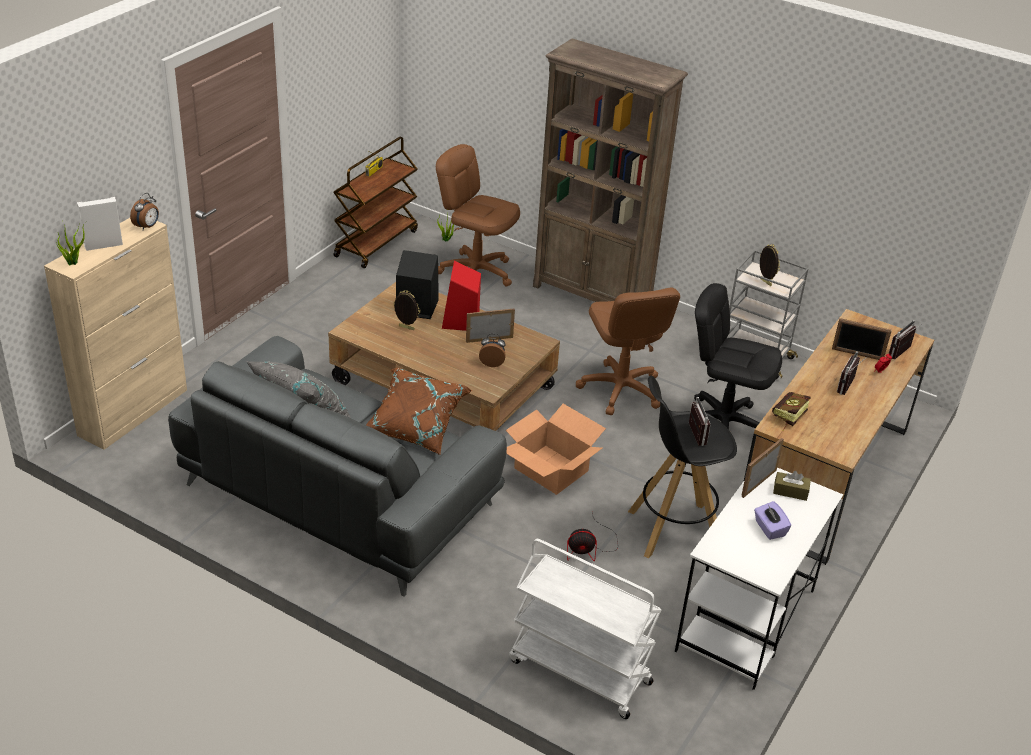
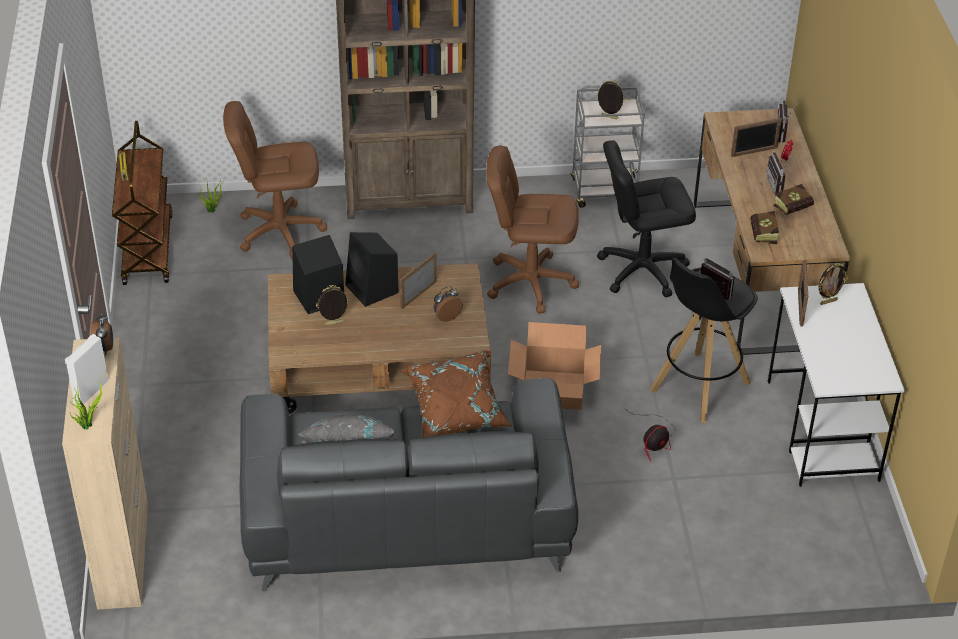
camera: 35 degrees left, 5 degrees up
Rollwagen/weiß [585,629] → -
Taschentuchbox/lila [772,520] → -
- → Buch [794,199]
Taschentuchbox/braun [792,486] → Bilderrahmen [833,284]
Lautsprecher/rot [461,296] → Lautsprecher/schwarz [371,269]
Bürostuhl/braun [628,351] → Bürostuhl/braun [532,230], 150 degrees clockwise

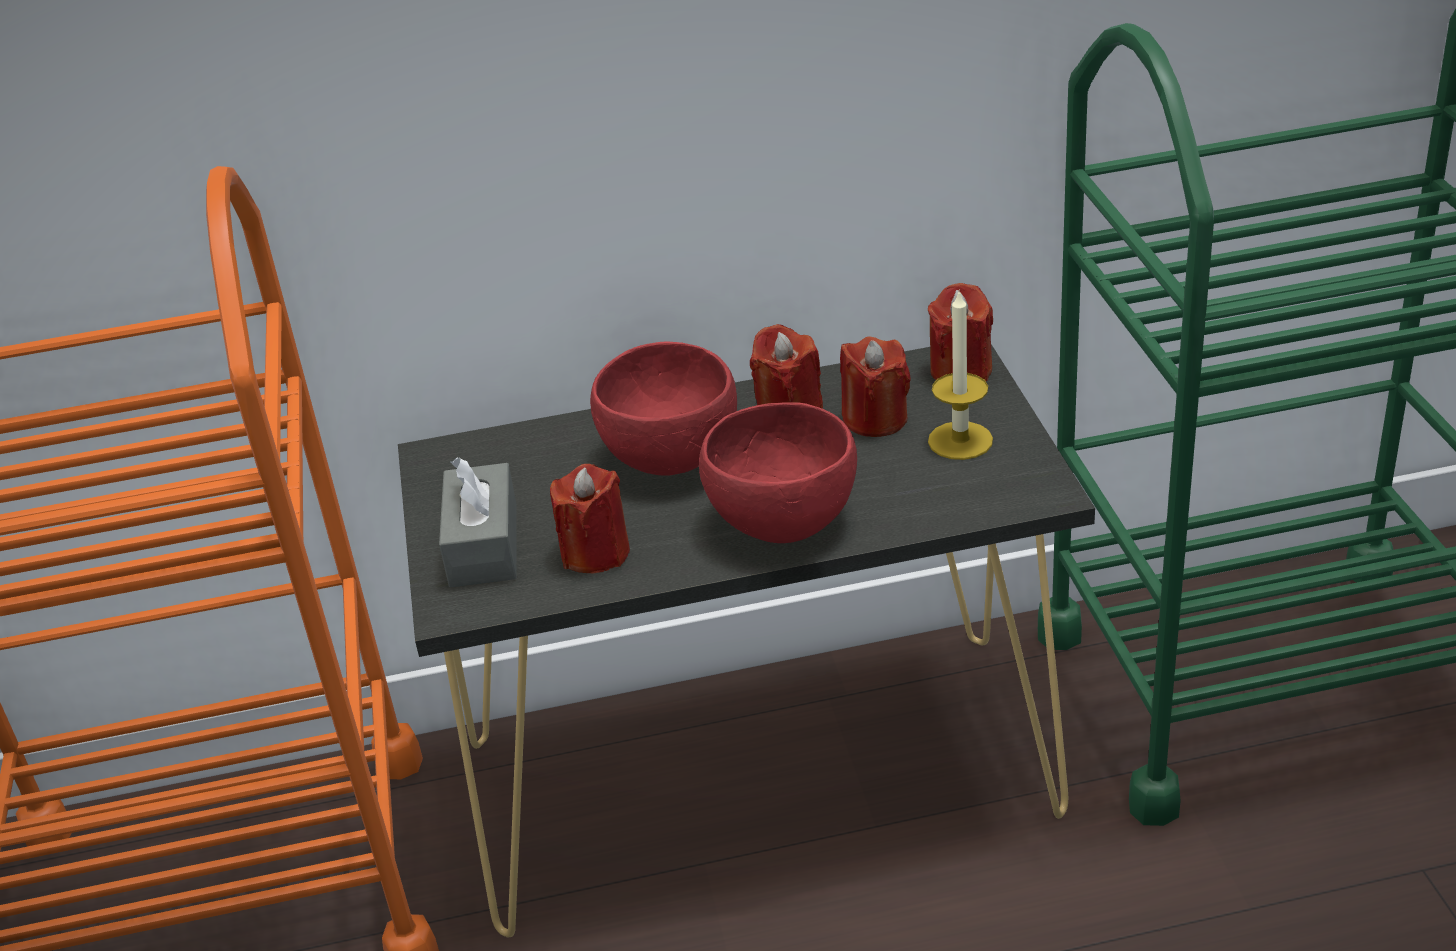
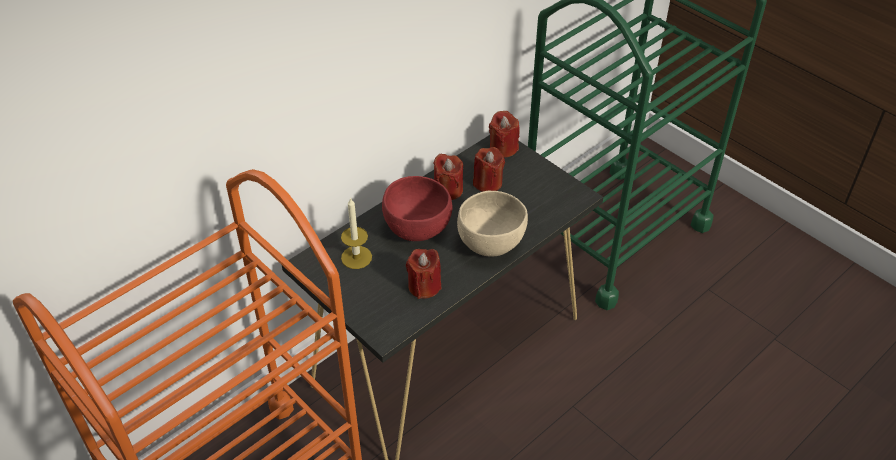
camera: 35 degrees left, 10 degrees up
Taschentuchbox/grau [478,522] → -
Kerze [960,374] → Kerze [356,233], shifted
Schüssel/rot [778,472] → Schüssel/beige [492,224]

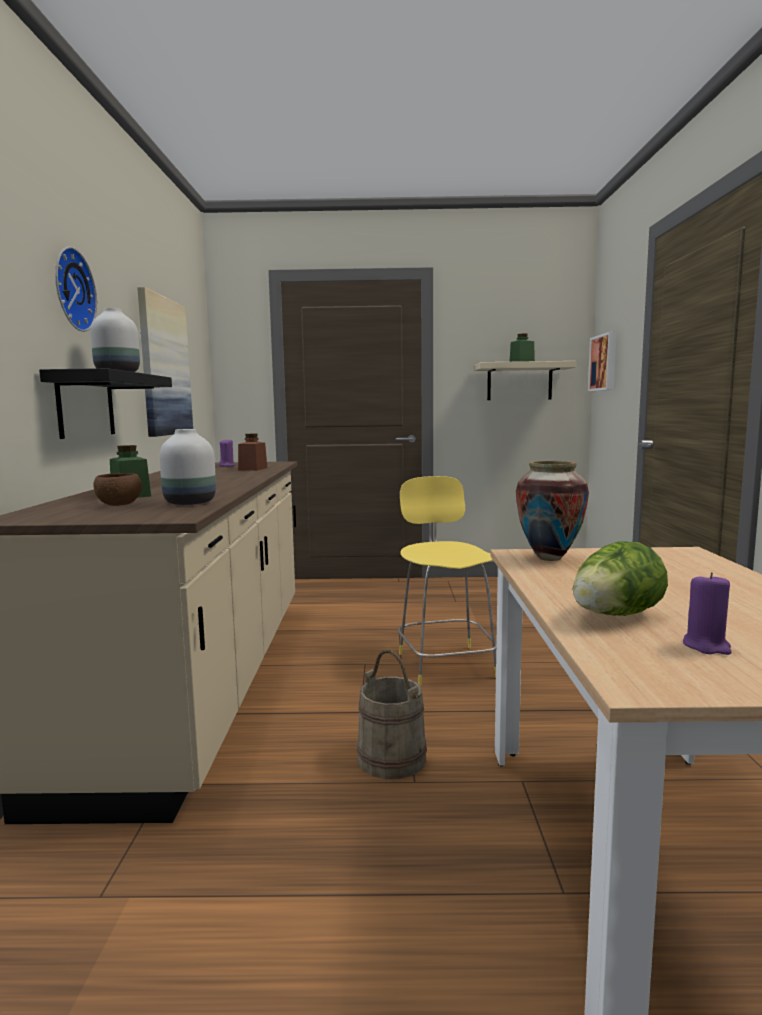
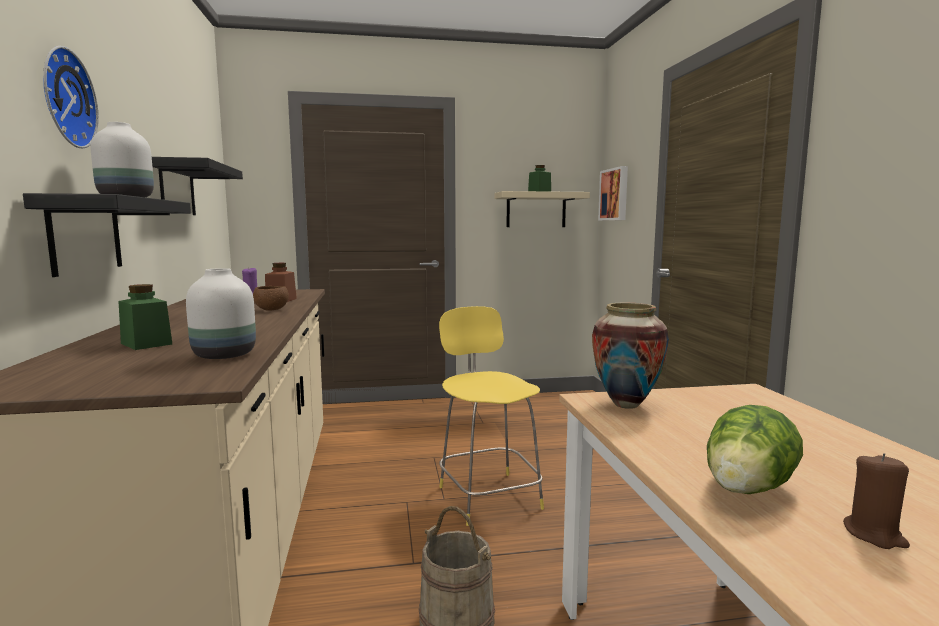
camera: 10 degrees left, 0 degrees up
Schüssel/braun [117,489] → Schüssel/braun [271,298], shifted
Bild [165,362] → Wandregal/schwarz [197,186]
Kerze/lila [707,613] → Kerze/braun [876,501]

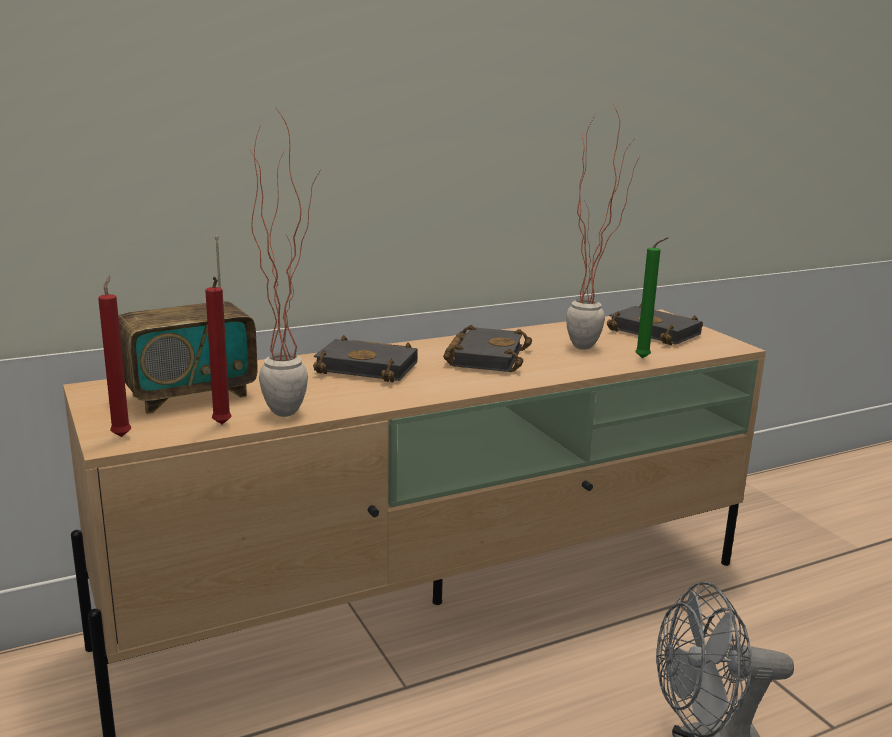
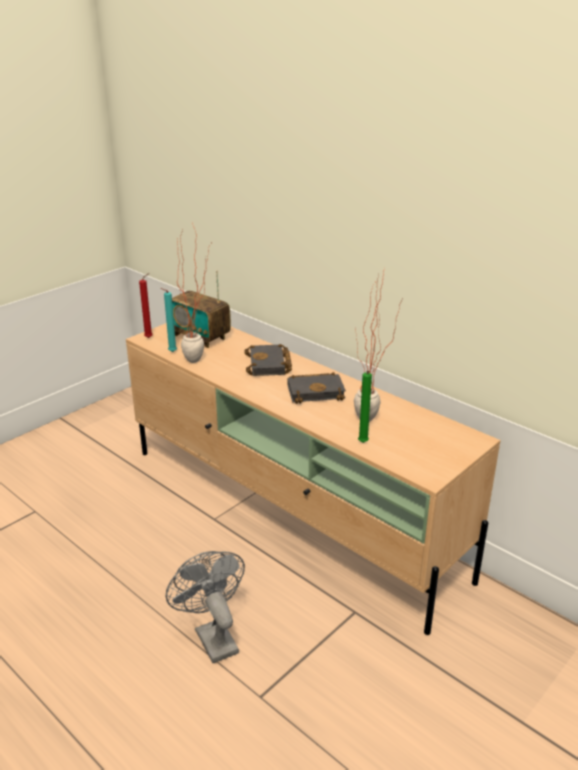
camera: 70 degrees right, 10 degrees up
Buch/schwarz [655,324] → -
Kerze/rot [218,350] → Kerze/türkis [168,320]

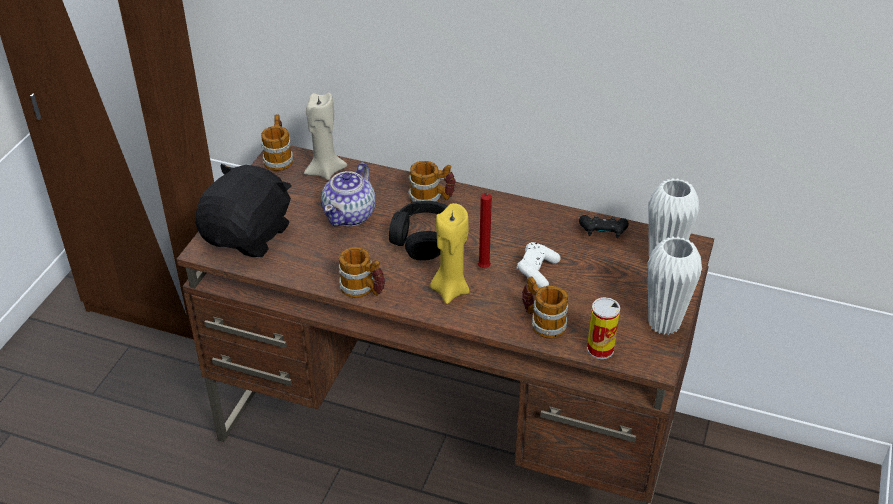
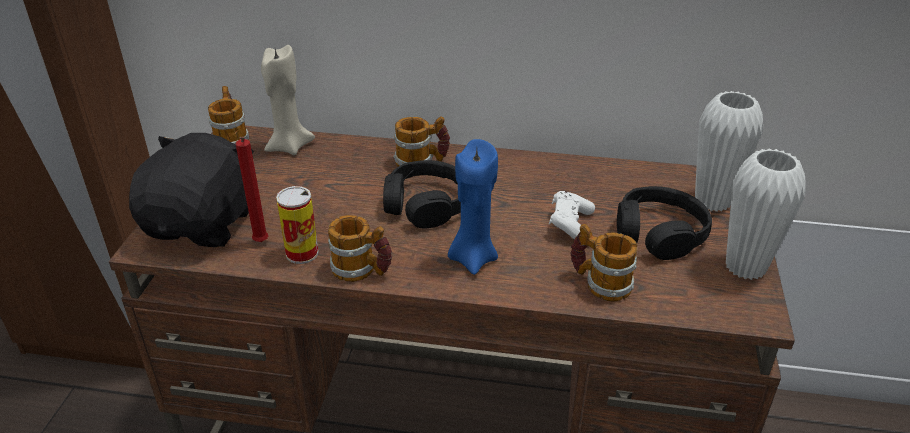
camera: 10 degrees left, 5 degrees down
Teekanne [348,194] → -
Gamepad/schwarz [604,226] → -
- → Kopfhörer/schwarz [664,223]
Kerze/rot [485,230] → Kerze/rot [251,189], shifted
Dose [603,328] → Dose [297,225], shifted
Kerze/gelb [450,253] → Kerze/blau [473,207]

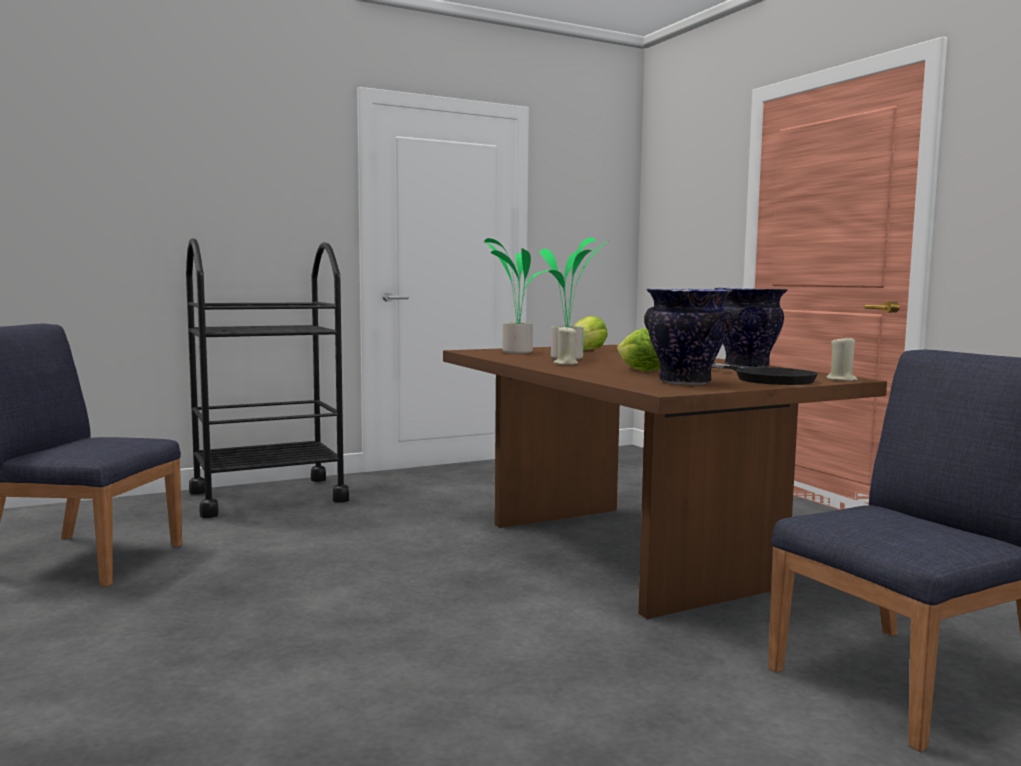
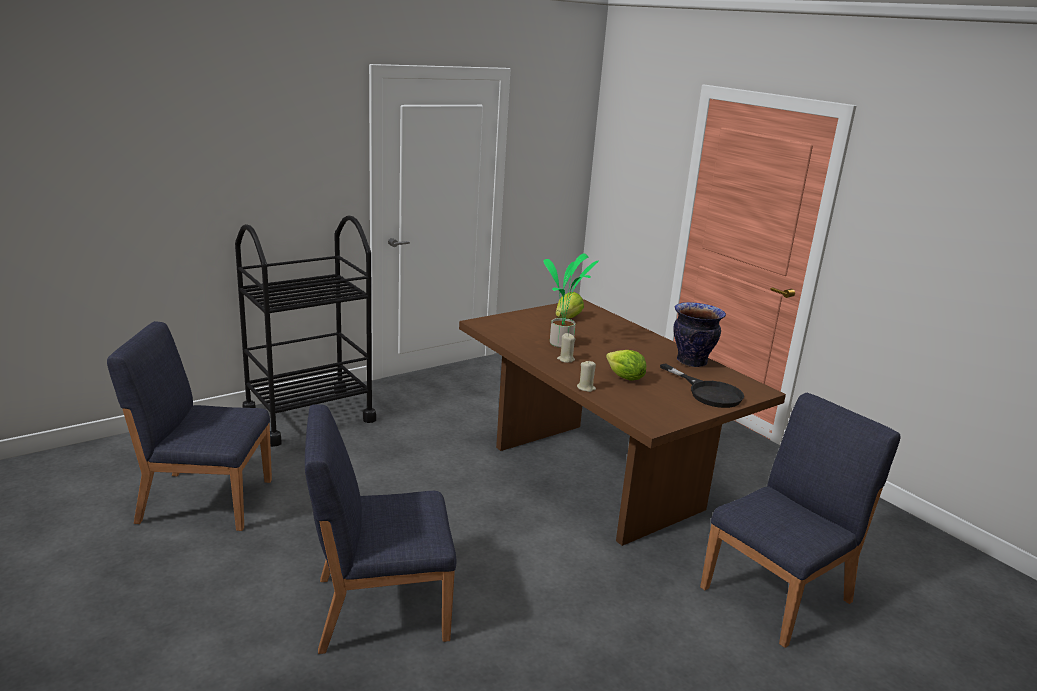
camera: 10 degrees left, 15 degrees up
Topfpflanze [516,296] → -
Vase [688,337] → -
- → Stuhl/blau [380,529]
Kerze/beige [842,358] → Kerze/beige [586,376], shifted

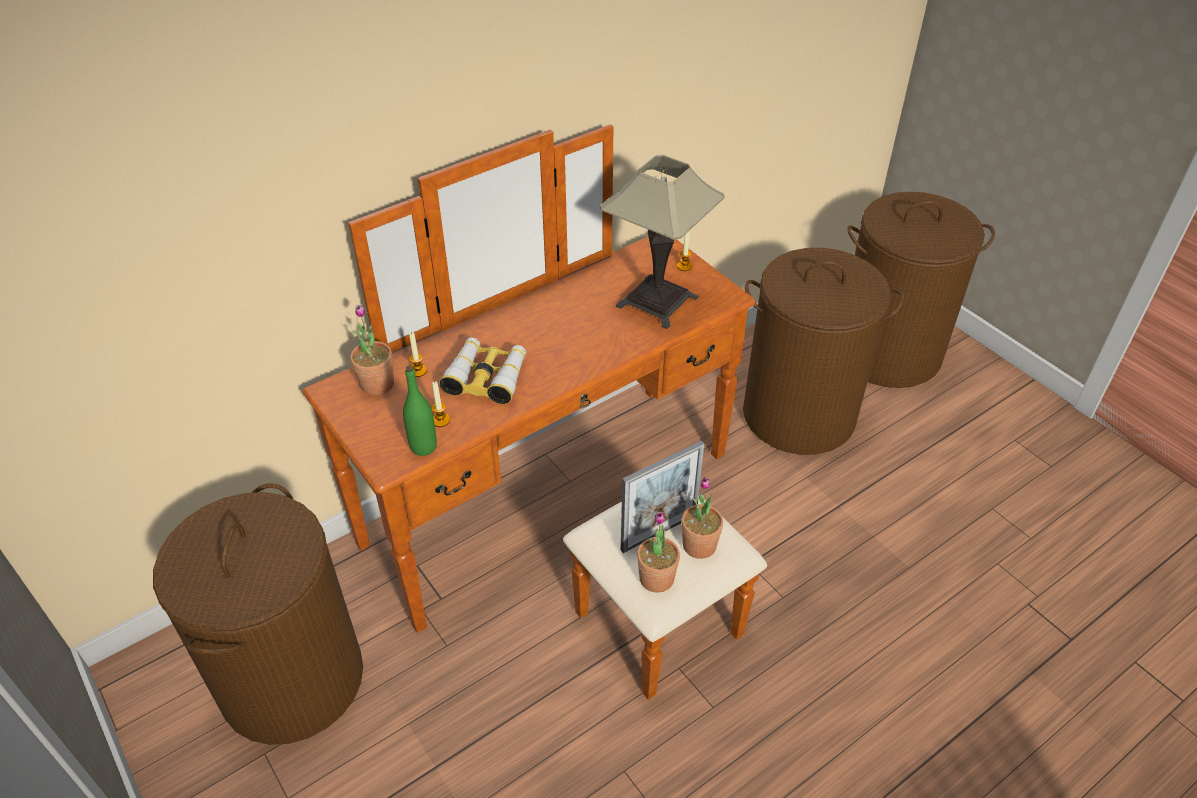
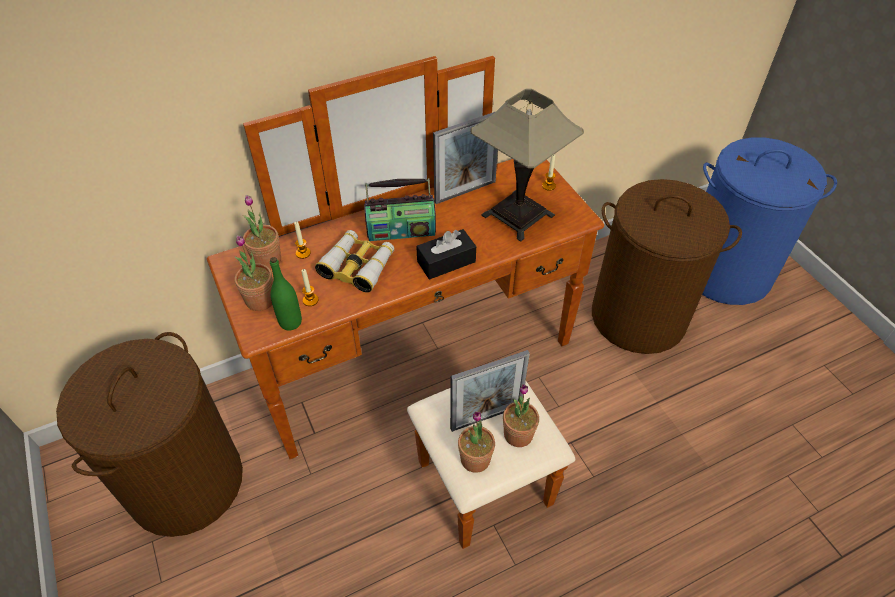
camera: 10 degrees right, 5 degrees up
- → Topfpflanze [253,273]
- → Radio [400,209]
- → Taschentuchbox/schwarz [446,254]
- → Bilderrahmen [465,158]
Wäschekorb/braun [921,290] → Wäschekorb/blau [769,221]

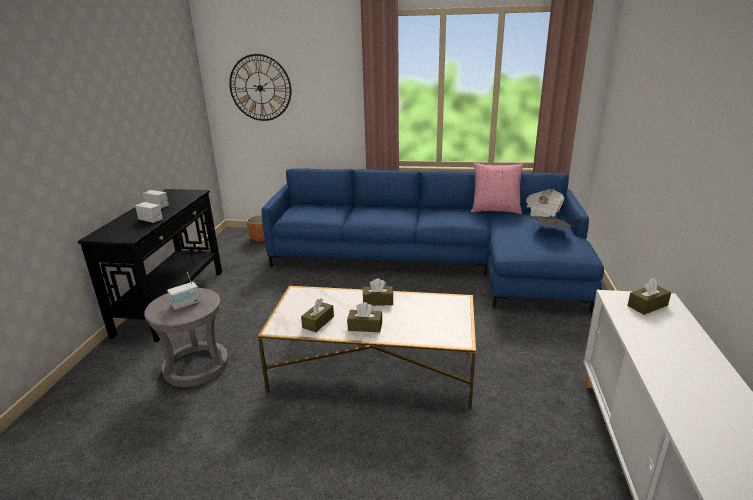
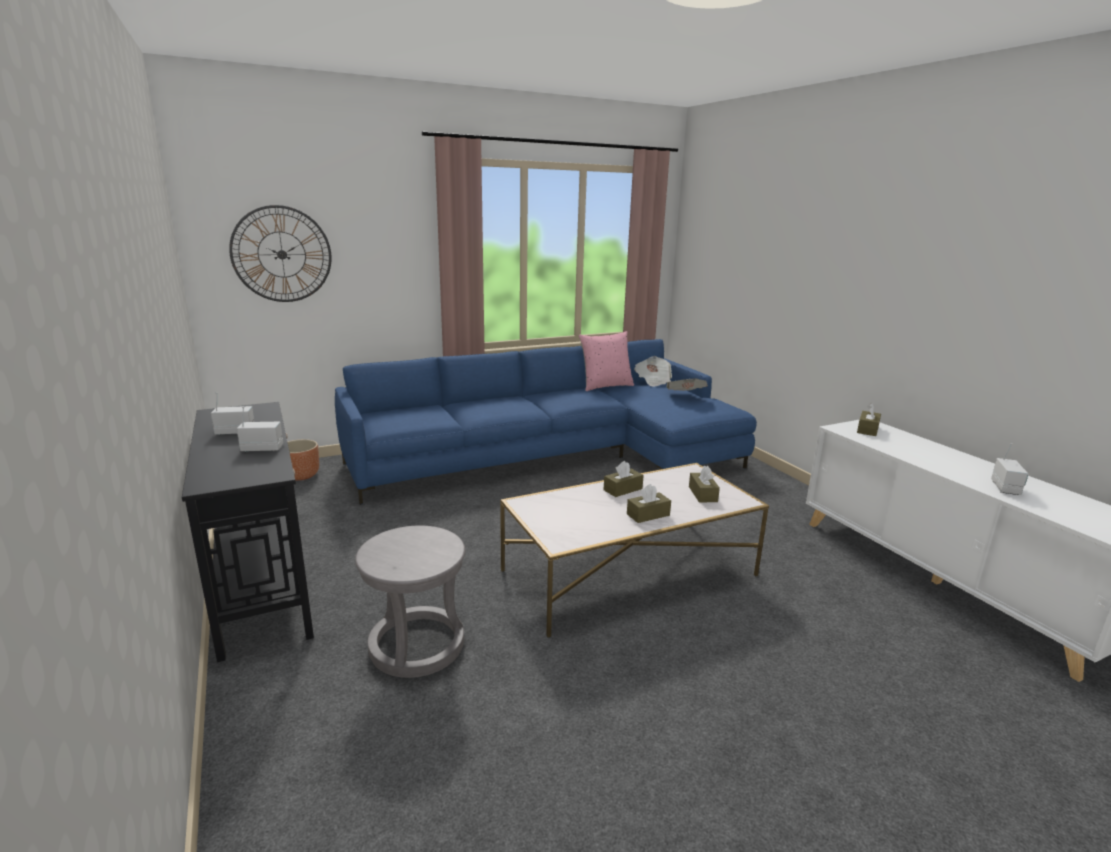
camera: 35 degrees left, 5 degrees down
Radio [184,291] → Radio [1009,469], shifted
Taschentuchbox/braun [317,315] → Taschentuchbox/braun [704,484], shifted

